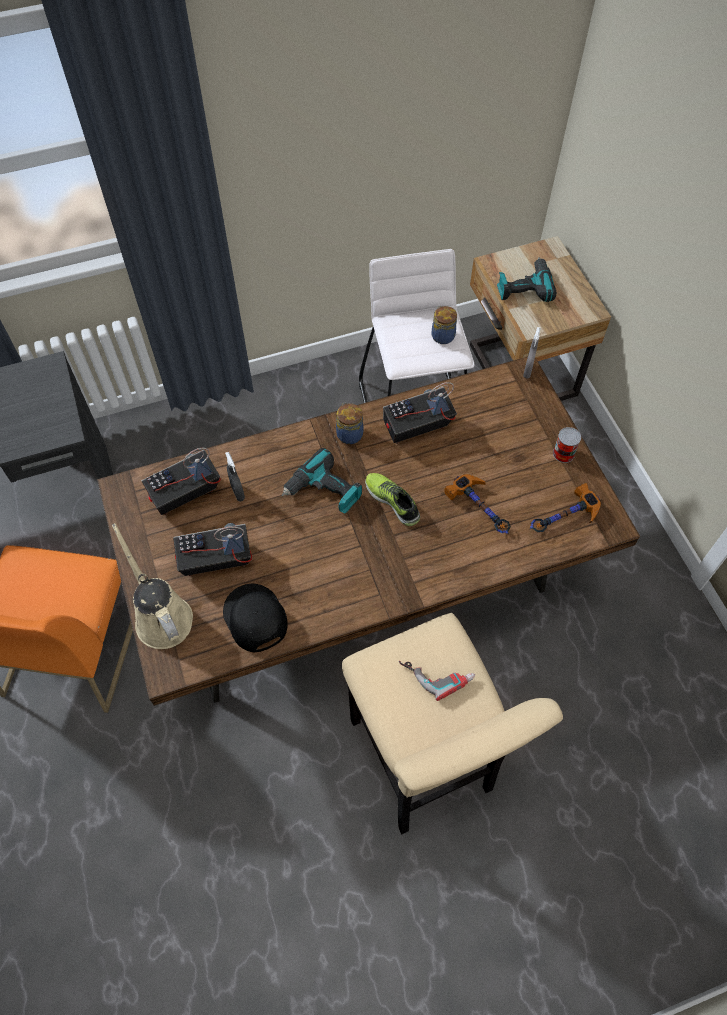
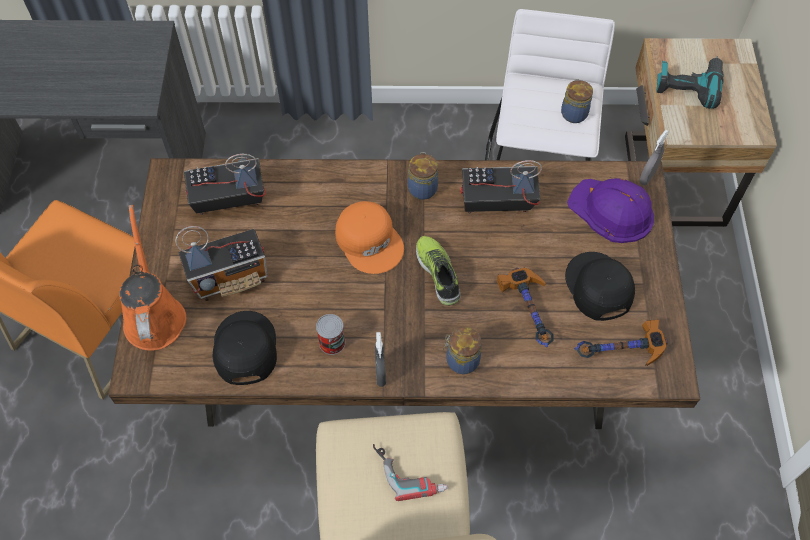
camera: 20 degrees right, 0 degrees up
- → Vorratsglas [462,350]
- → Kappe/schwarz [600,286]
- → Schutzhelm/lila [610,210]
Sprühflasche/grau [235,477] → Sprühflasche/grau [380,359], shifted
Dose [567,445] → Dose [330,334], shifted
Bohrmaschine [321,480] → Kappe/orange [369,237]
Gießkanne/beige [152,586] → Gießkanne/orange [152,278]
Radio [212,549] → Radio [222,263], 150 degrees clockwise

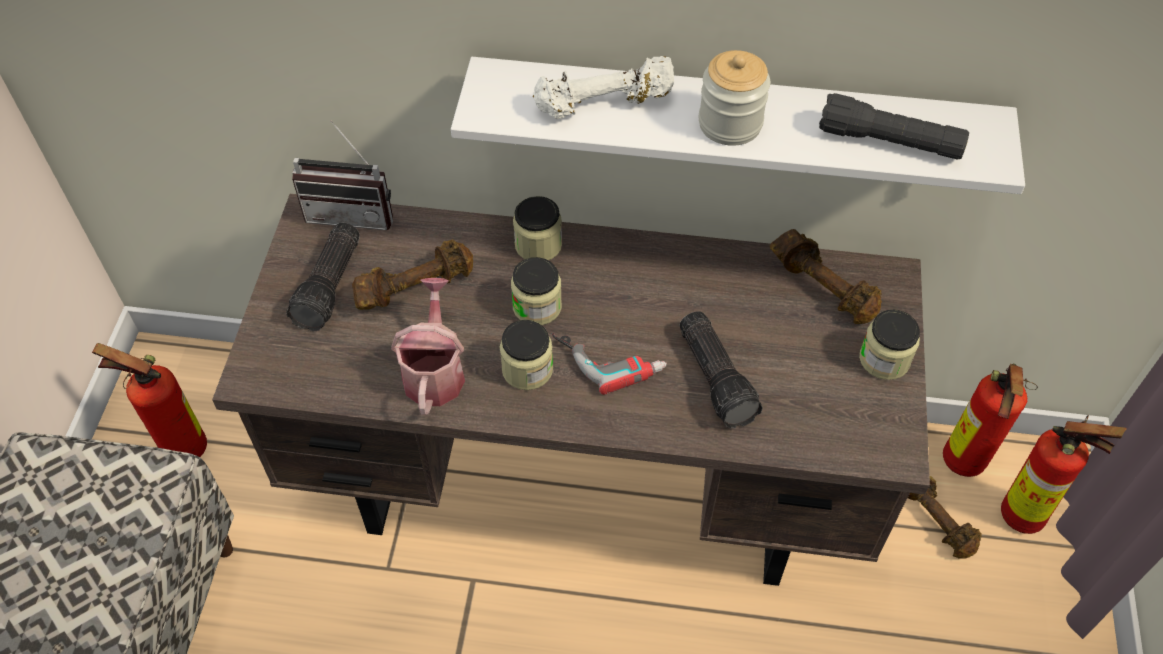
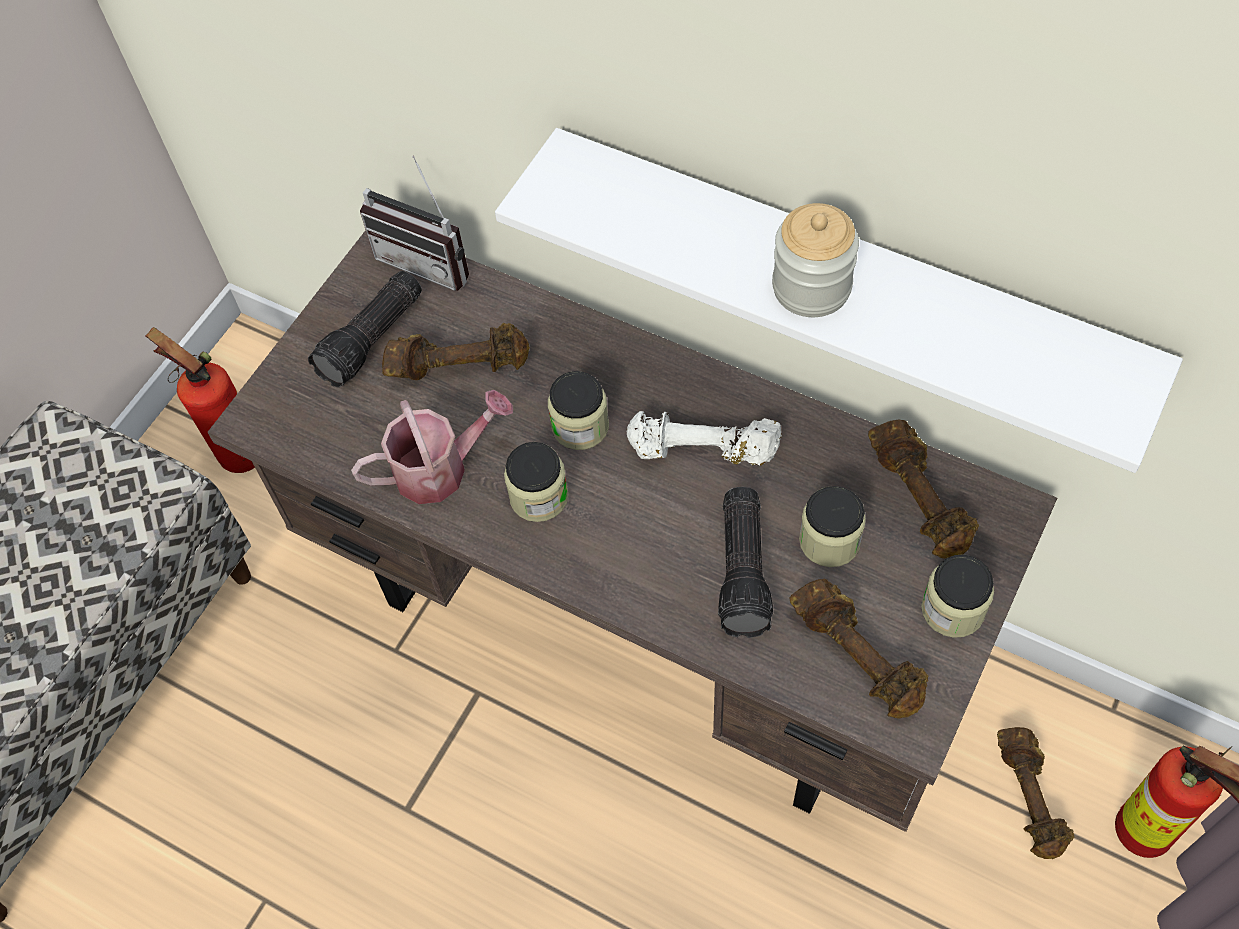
camera: 25 degrees right, 5 degrees up
Bohrmaschine [609,364] → -
Taschenlampe/schwarz [894,126] → -
Feuerlöscher [990,420] → -
- → Hantel/braun [858,648]
Vorratsglas [537,228] → Vorratsglas [832,526], shifted
Hantel/weiß [603,87] → Hantel/weiß [704,438], shifted
Gießkanne [428,346] → Gießkanne [432,447], 45 degrees clockwise

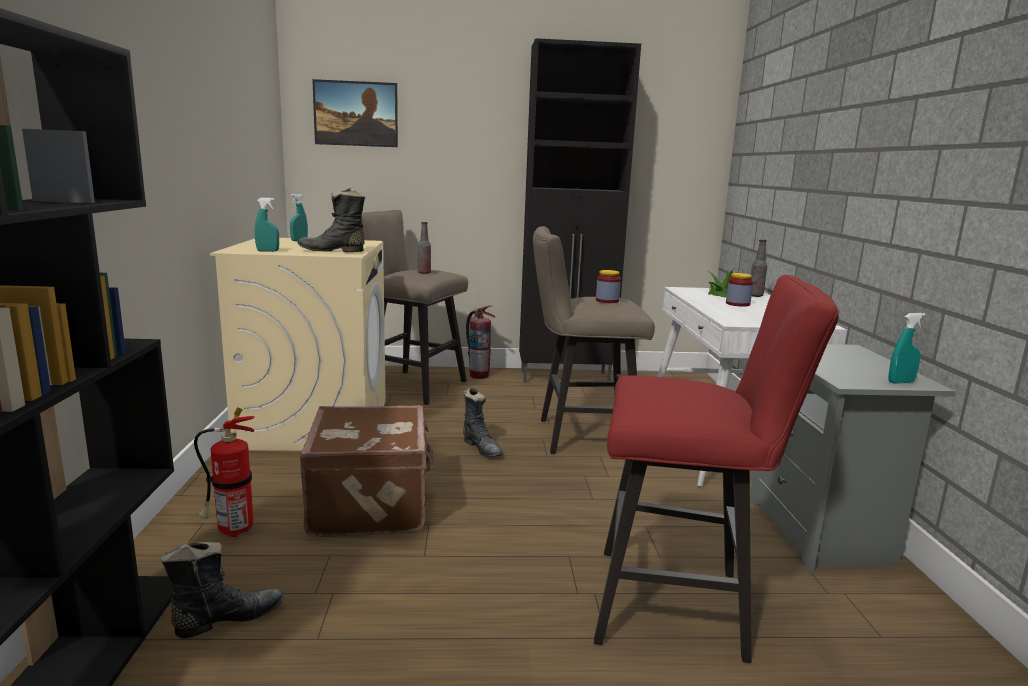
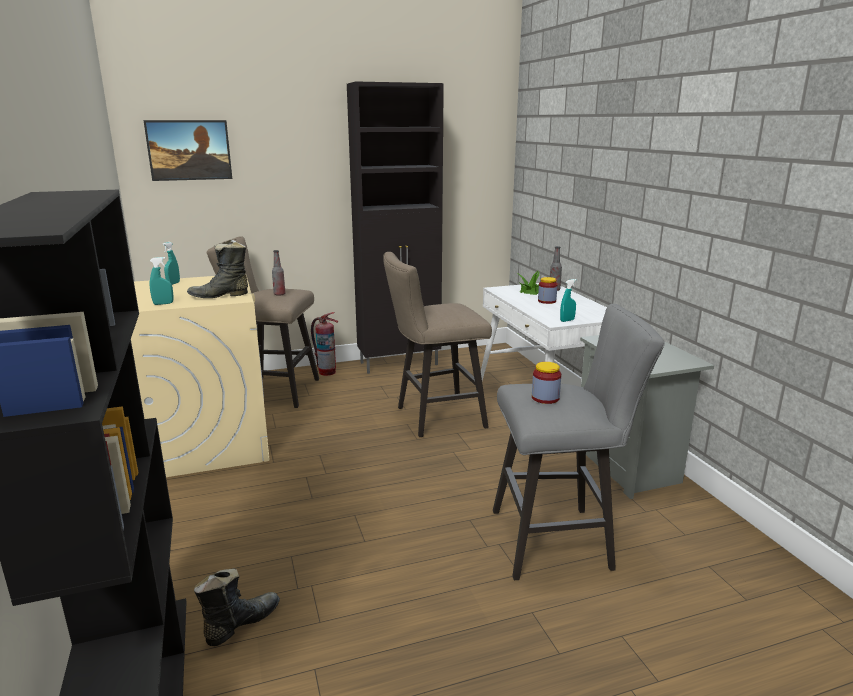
camera: 15 degrees left, 5 degrees up
Feuerlöscher [224,472] → -
Koffer/braun [367,471] → -
Stiefel/schwarz [483,422] → -
Vorratsglas [608,286] → Vorratsglas [546,383], shifted
Sprühflasche/türkis [907,348] → Sprühflasche/türkis [568,300], shifted
Hocker/rot [716,469] → Hocker/grau [579,442]

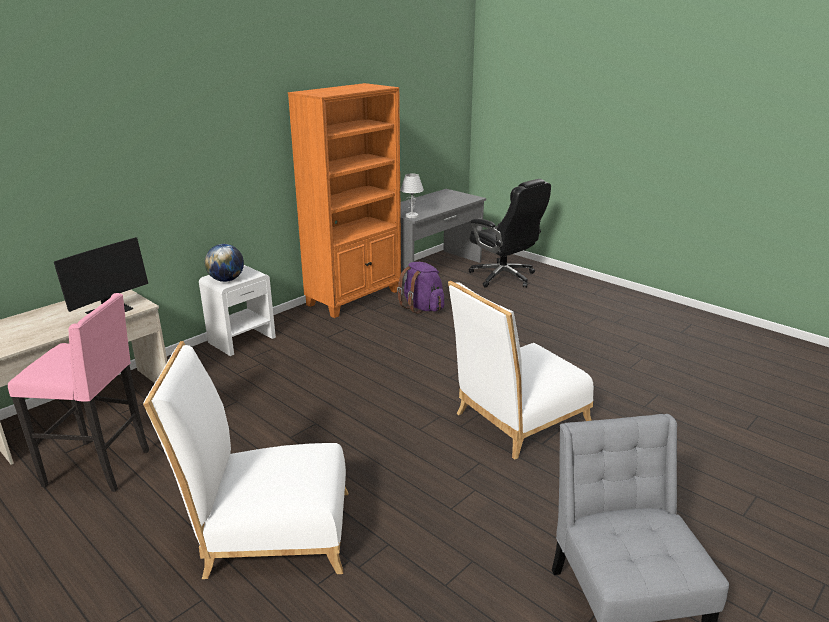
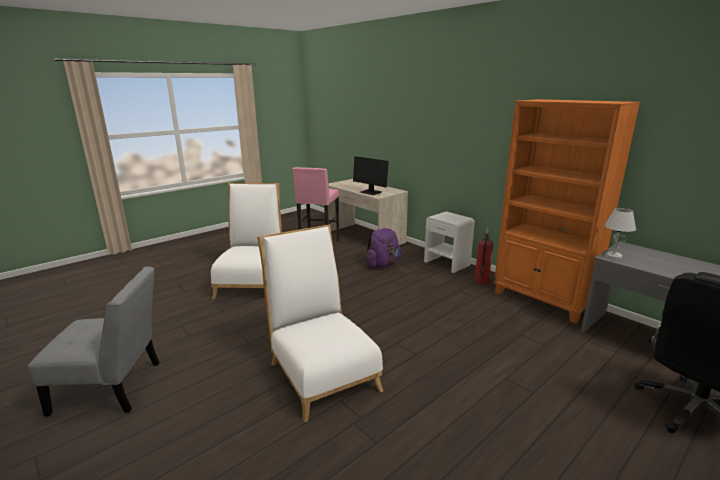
camera: 95 degrees right, 5 degrees down
Globus [224,263] → -
- → Feuerlöscher [484,257]
Rucksack/lila [420,288] → Rucksack/lila [383,248], shifted

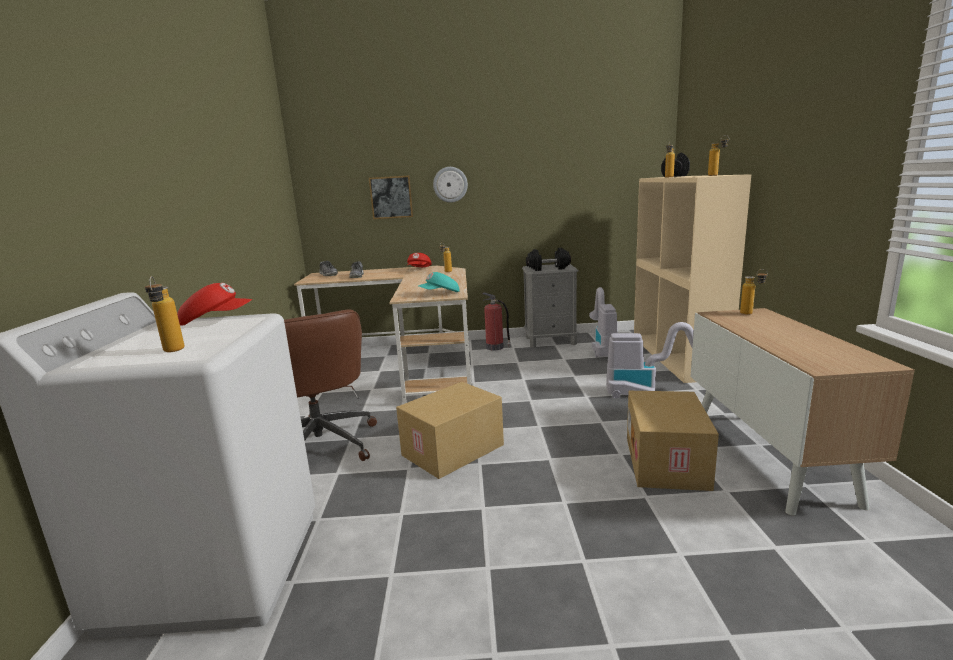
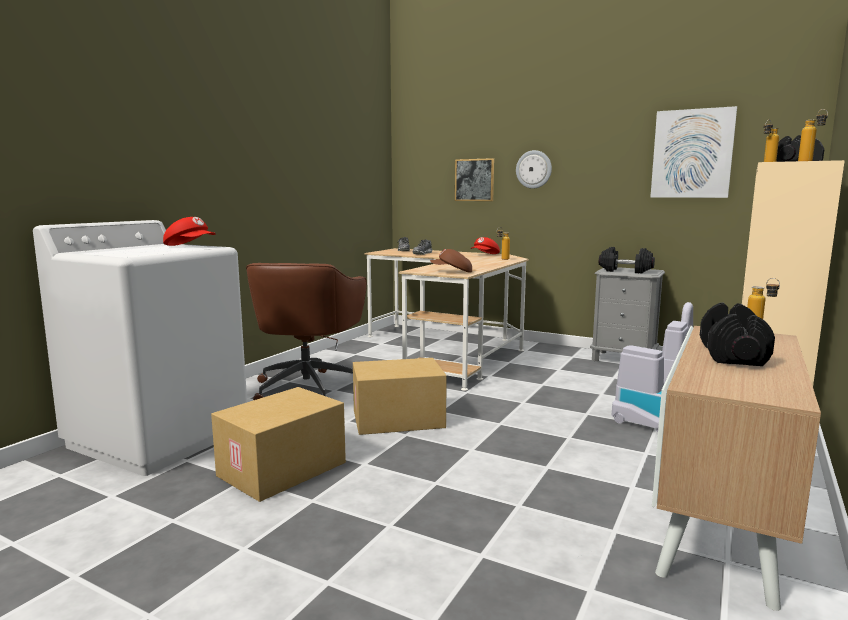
camera: 30 degrees right, 5 degrees down
Flasche [165,314] → -
Feuerlöscher [496,321] → -
- → Bild [693,152]
- → Hantel/schwarz [737,334]
Karton [673,441] → Karton [278,444], shifted
Kappe/türkis [439,282] → Kappe/braun [451,261]

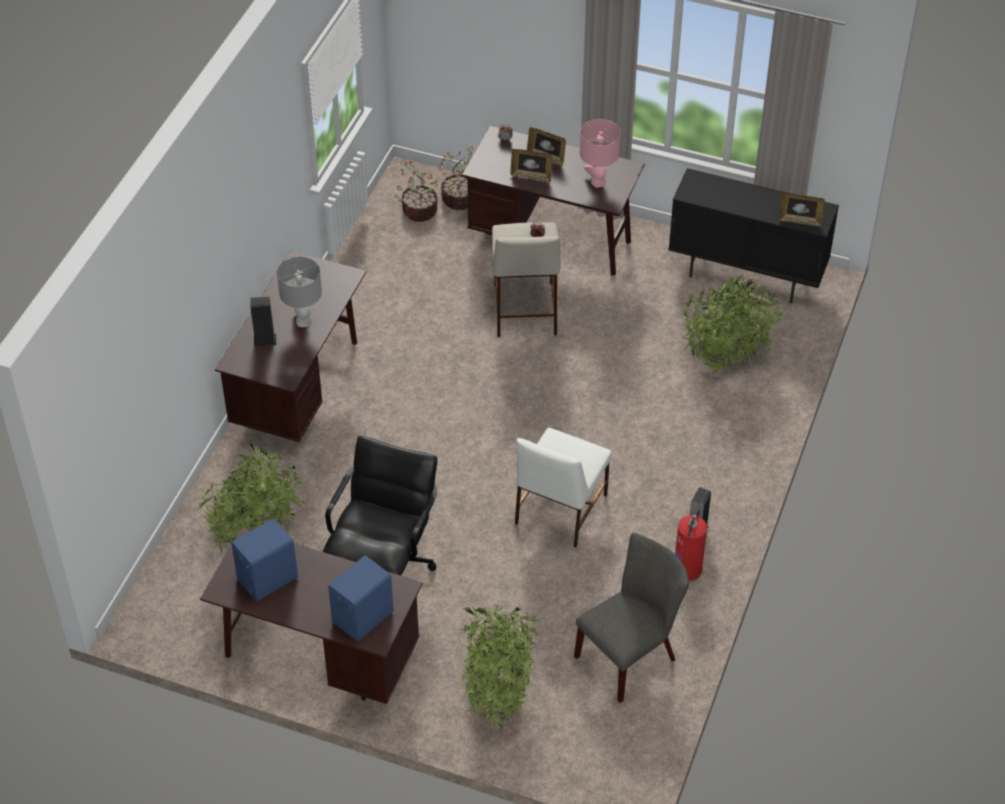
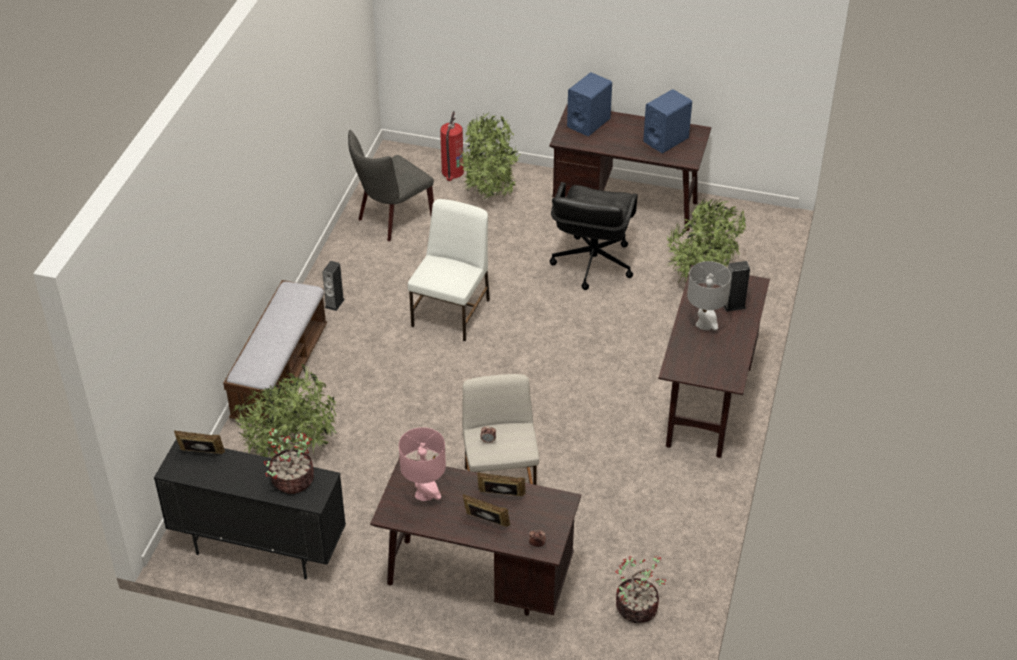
camera: 175 degrees right, 5 degrees down
- → Bank [275,353]
Topfpflanze [456,178] → Topfpflanze [289,461], shifted
Feuerlöscher [691,544] → Feuerlöscher [452,146], shifted

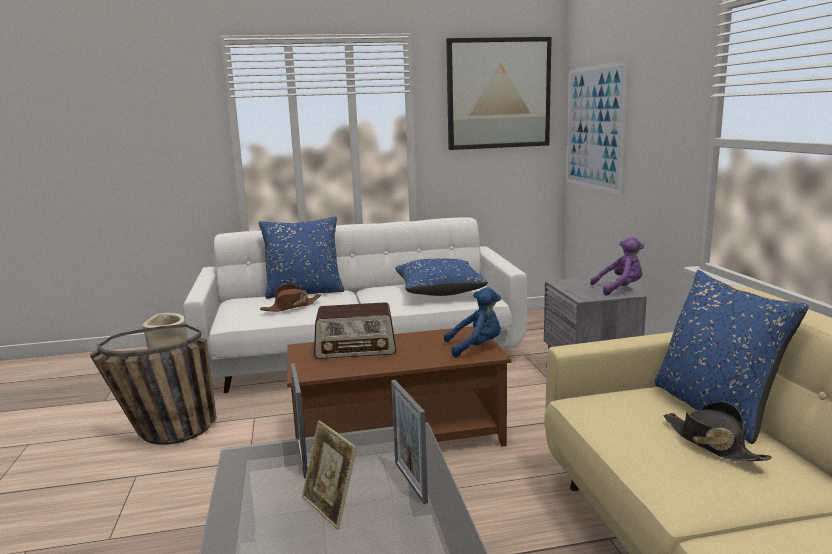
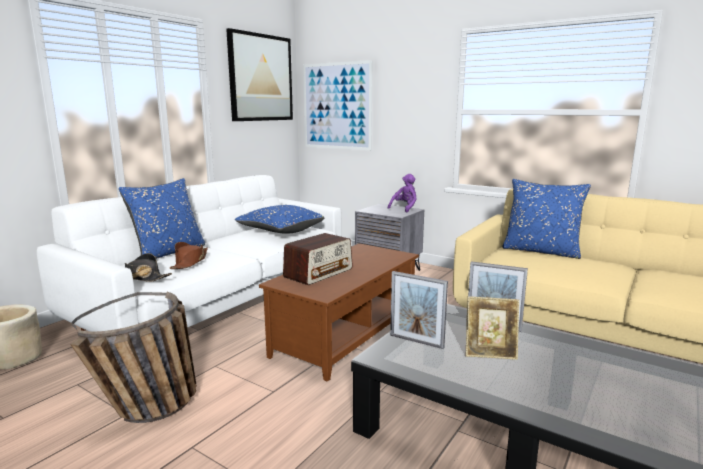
camera: 45 degrees left, 0 degrees up
Plüschtier/blau [472,322] → -
Hut/schwarz [718,431] → Hut/schwarz [148,267], shifted

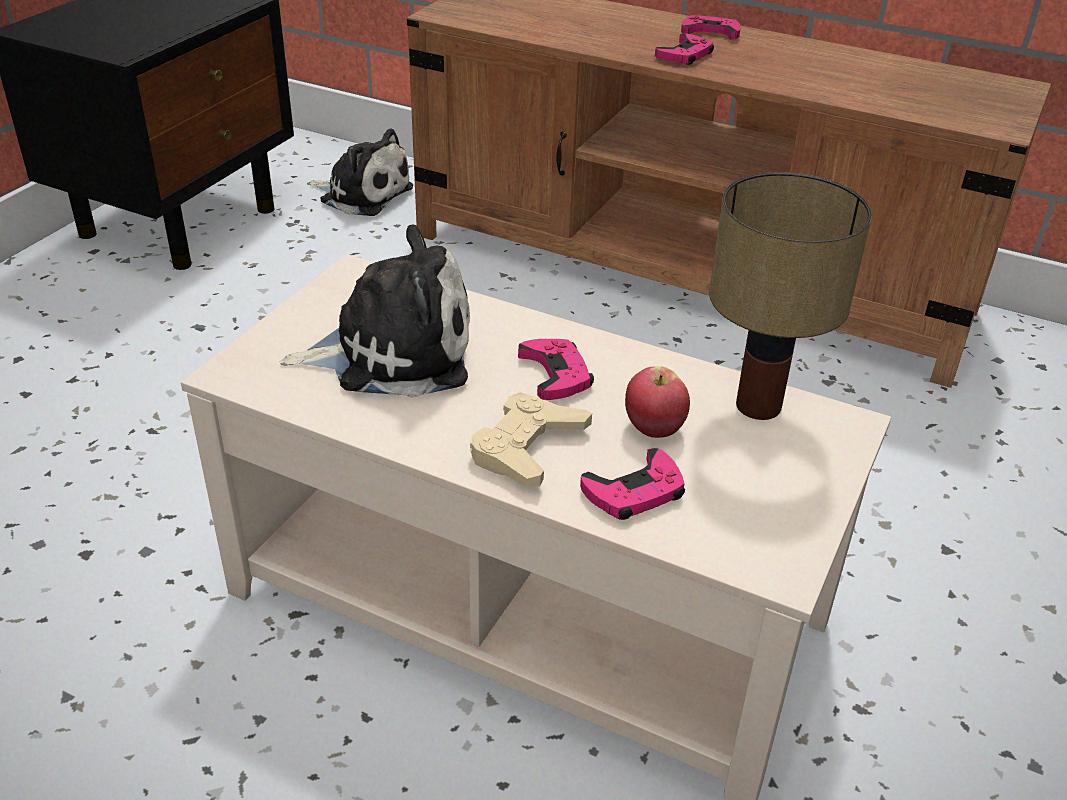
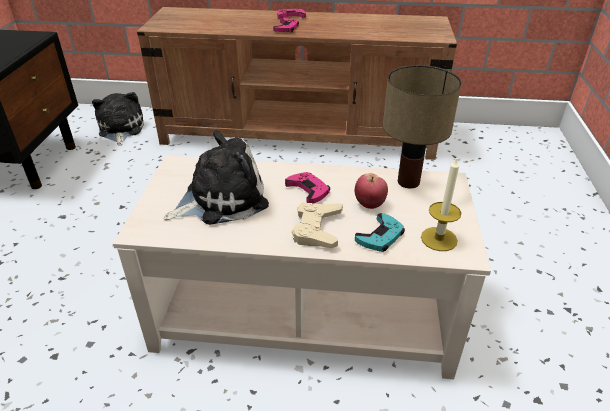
camera: 20 degrees left, 0 degrees up
- → Kerze [441,204]
Gamepad/rosa [632,484] → Gamepad/türkis [380,232]
Plüschtier [360,172] → Plüschtier [118,119], 105 degrees counterclockwise

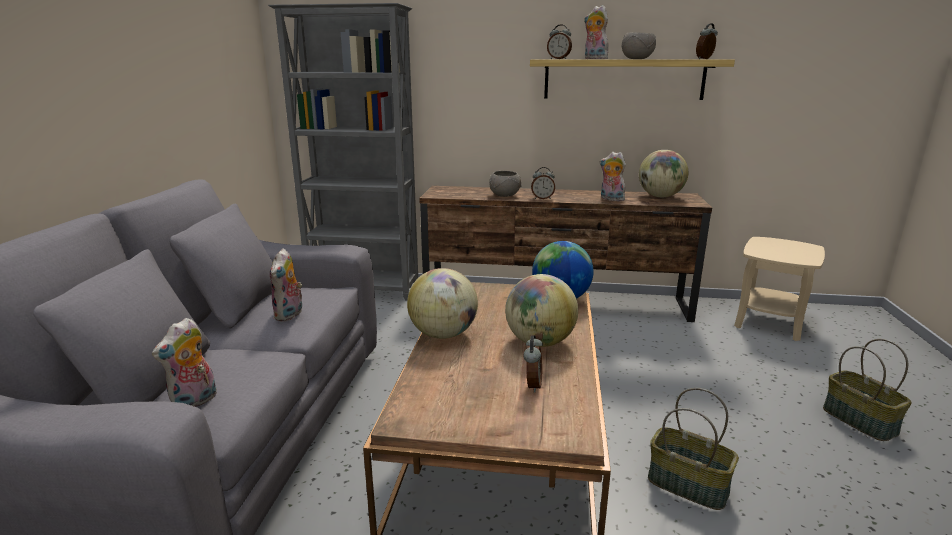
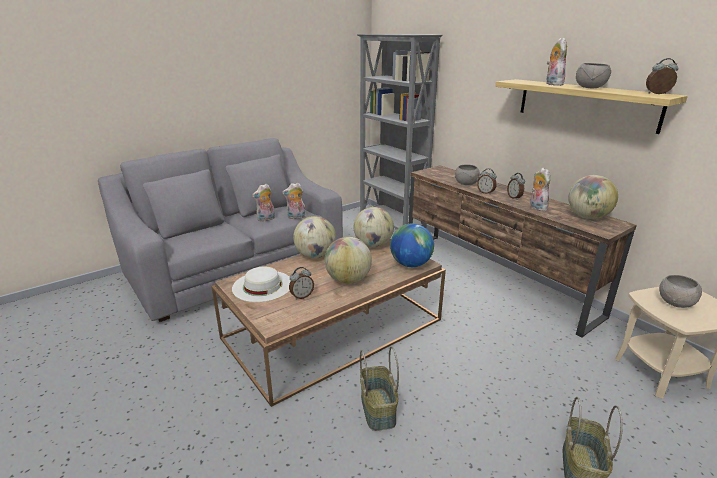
camera: 45 degrees right, 5 degrees up
- → Hut/weiß [261,284]
- → Globus [374,227]
- → Schüssel/grau [680,291]
Plüschtier [184,362] → Plüschtier [294,200], shifted
Wecker [559,41] → Wecker [516,186], shifted

